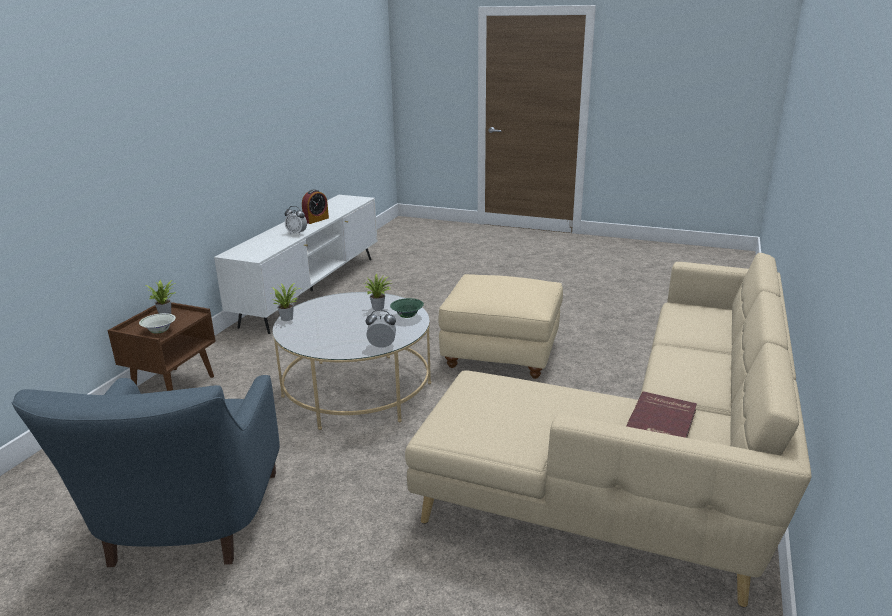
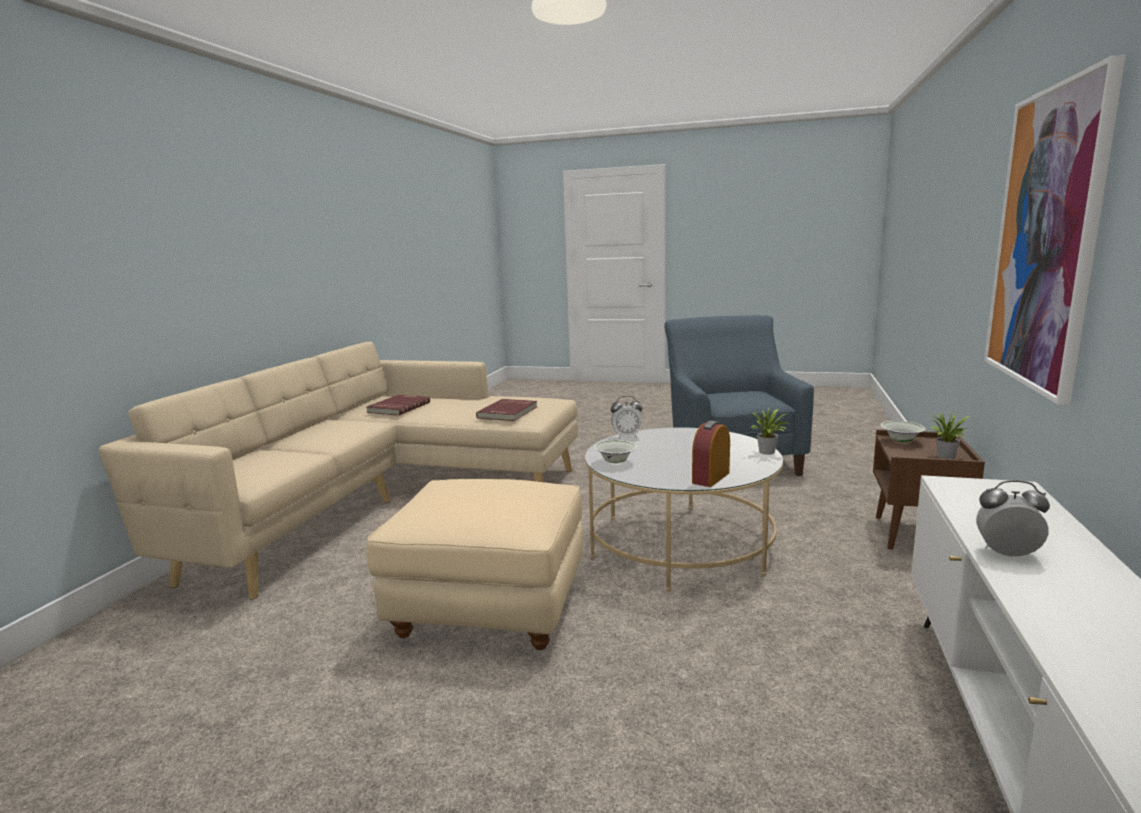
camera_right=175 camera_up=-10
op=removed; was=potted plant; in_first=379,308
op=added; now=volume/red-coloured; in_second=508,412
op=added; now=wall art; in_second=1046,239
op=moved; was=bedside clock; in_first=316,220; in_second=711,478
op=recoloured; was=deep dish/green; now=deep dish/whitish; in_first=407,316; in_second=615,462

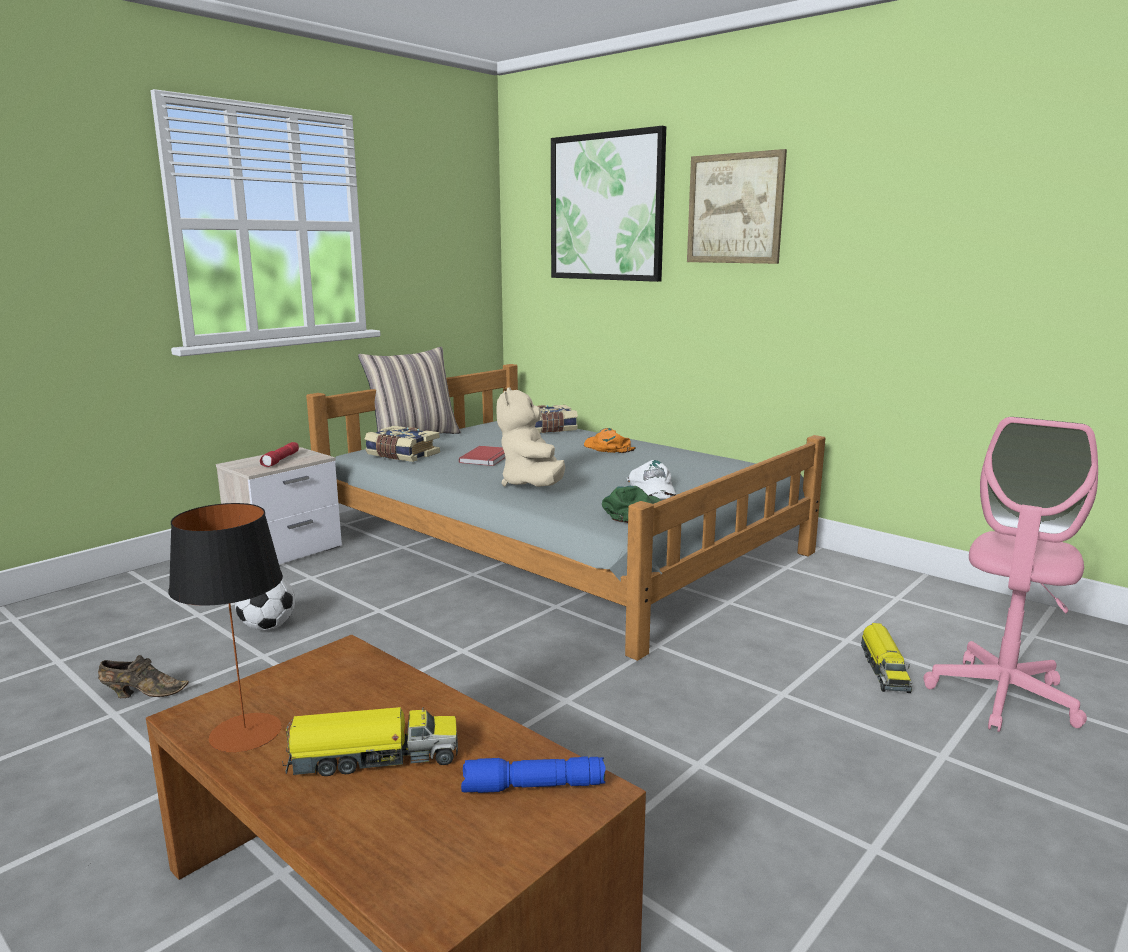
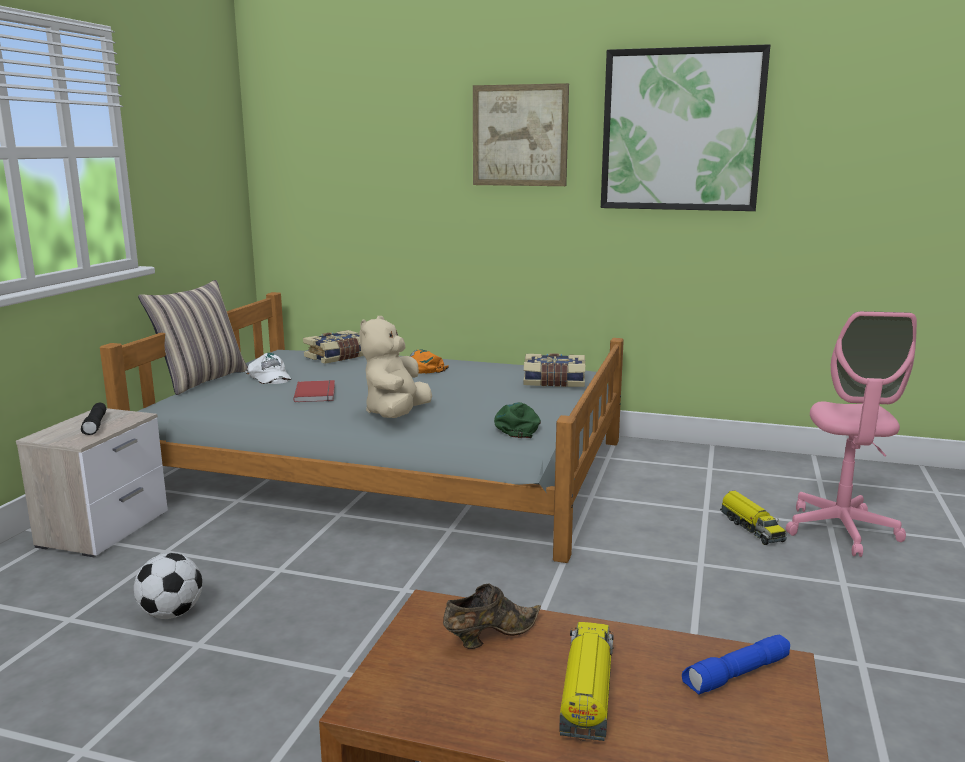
camera_right=-25 camera_up=0
op=removed; was=tabletop lamp; in_first=245,732
op=moved; was=item of footwear/brown; in_first=142,693; in_second=489,636
op=moved; was=volume; in_first=402,455; in_second=554,382
op=moved; was=wall art; in_first=606,207; in_second=681,130
op=moved; was=cap/whitish; in_first=651,488; in_second=269,377
op=recoloured; was=hand torch/red-coloured; now=hand torch/black-coloured; in_first=281,460; in_second=96,425
op=turned; was=toy truck; in_first=373,758; in_second=587,691; clockwise=-45
op=turned; was=plush toy/sand-coloured; in_first=532,485; in_second=396,414; clockwise=45

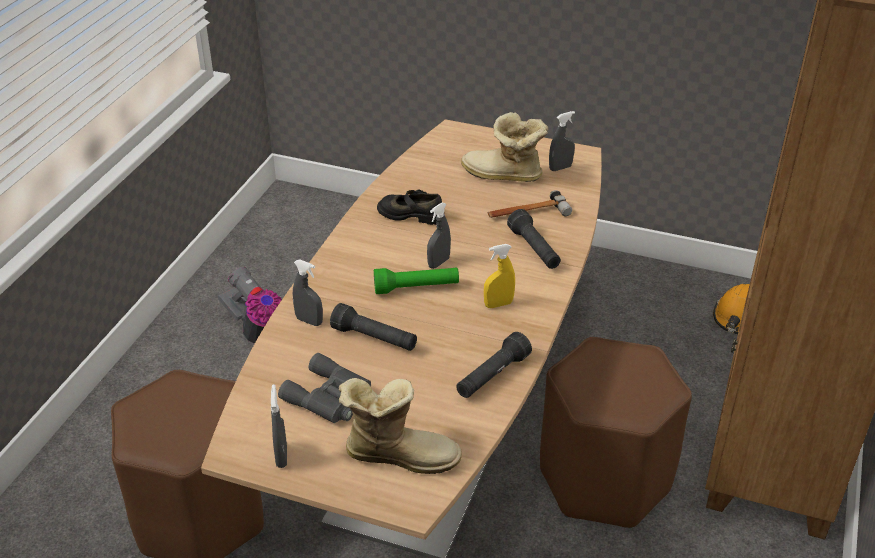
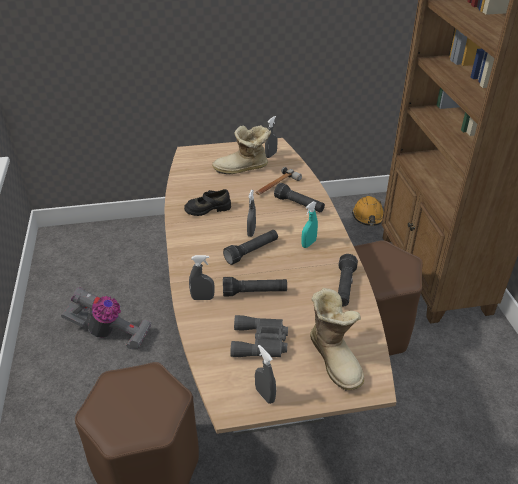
camera_right=-30 camera_up=0
op=recoloured; was=hand torch/green; now=hand torch/black-coloured; in_first=416,288; in_second=252,252
op=recoloured; was=sprayer/yellowish; now=sprayer/turquoise-coloured; in_first=498,304; in_second=308,244
op=turned; was=high-top boot; in_first=399,453; in_second=336,358; clockwise=90

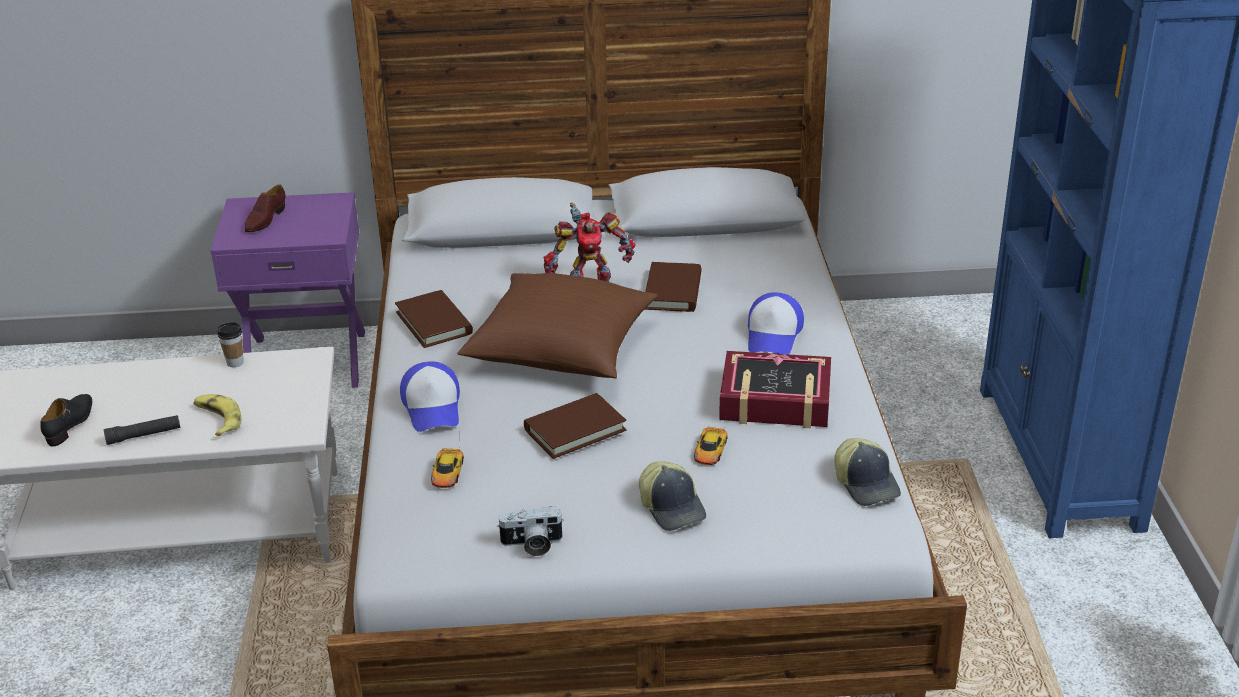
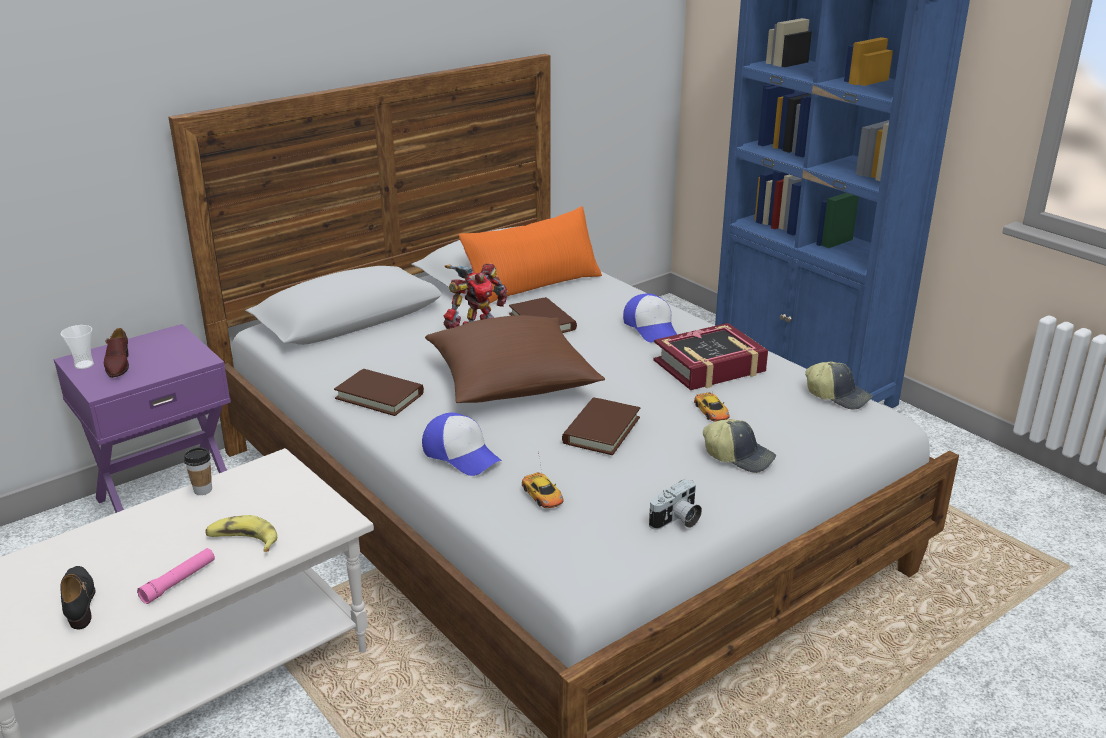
camera_right=-35 camera_up=-5
op=added; now=cup; in_second=84,365
op=added; now=pillow/orange; in_second=533,286
op=recoloured; was=hand torch/black-coloured; now=hand torch/pink; in_first=144,435; in_second=179,581

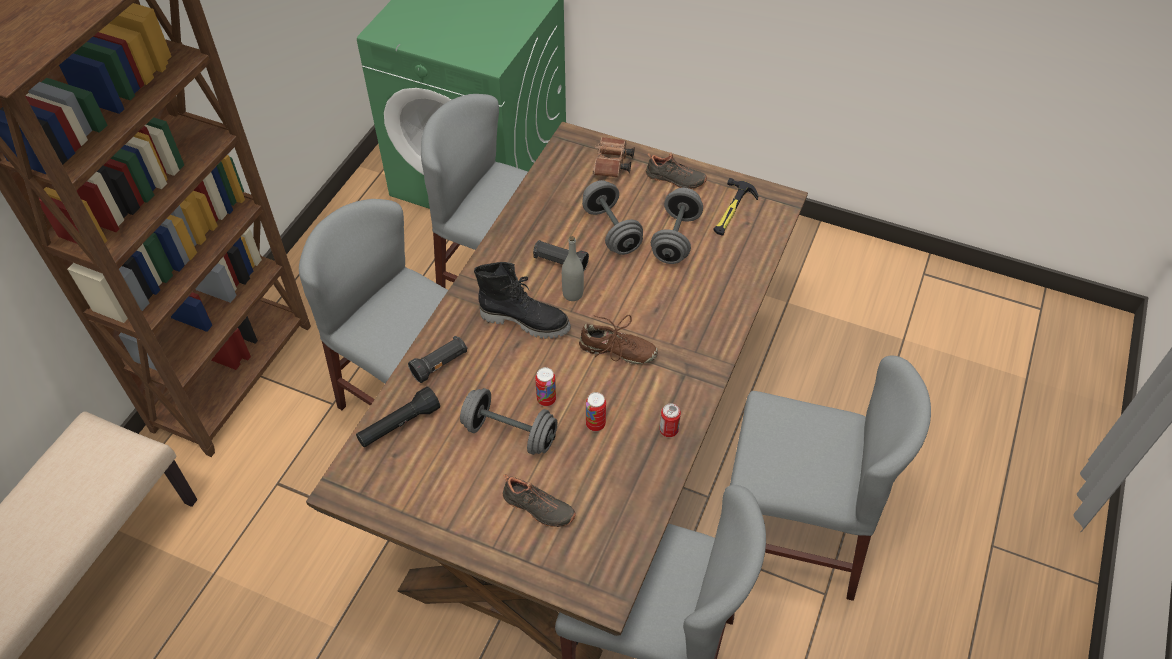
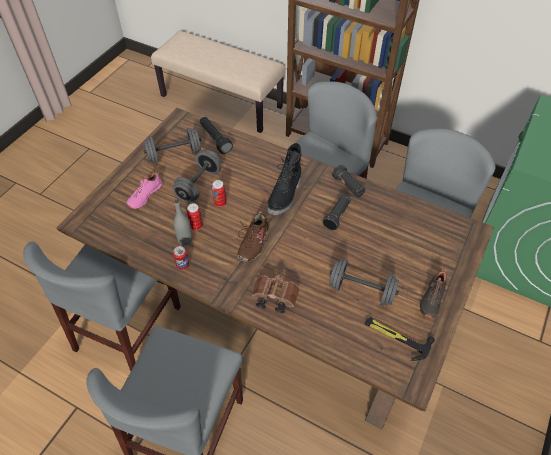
camera_right=95 camera_up=0
op=moved; was=hand torch/black-coloured; in_first=440,365; in_second=348,187
op=moved; was=drink bottle/grey; in_first=573,294; in_second=185,240
op=moved; was=dumbbell/grey; in_first=611,230; in_second=174,155
op=moved; was=binoculars/brown; in_first=612,166; in_second=273,297
op=recoloured; was=item of footwear/black-coloured; now=item of footwear/pink; in_first=538,508; in_second=144,195

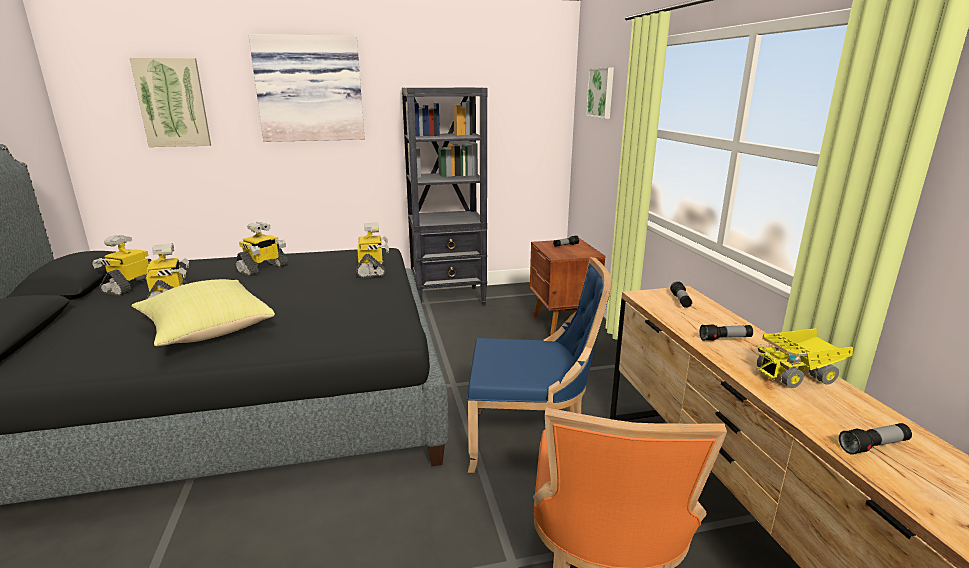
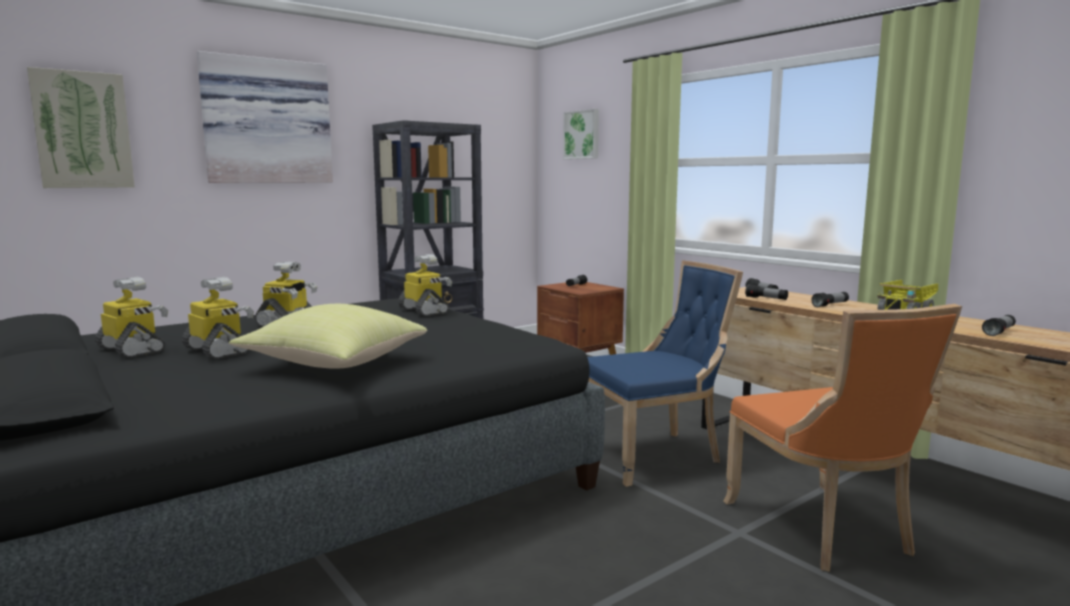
camera_right=-25 camera_up=-10
op=added; now=hand torch; in_second=766,299
op=turned; was=toy robot; in_first=132,286; in_second=132,350; clockwise=135

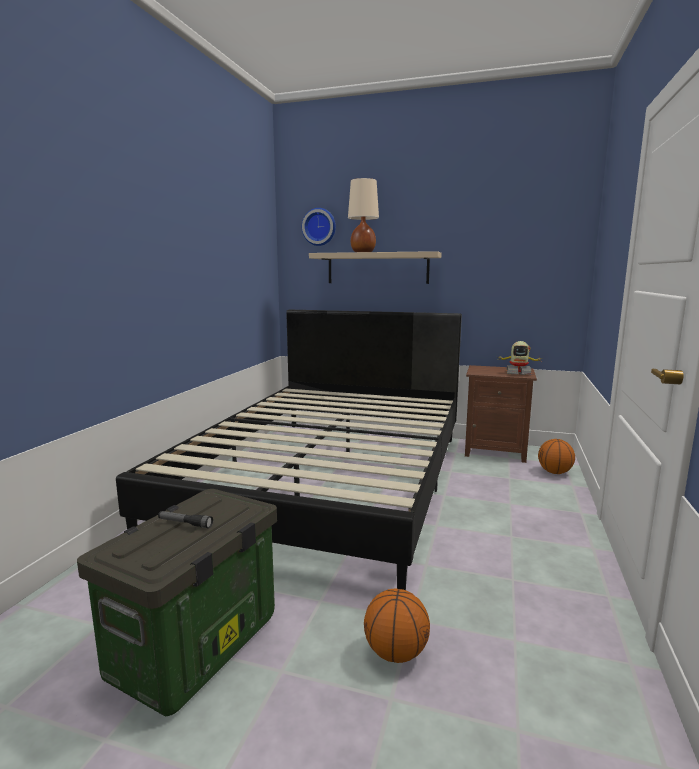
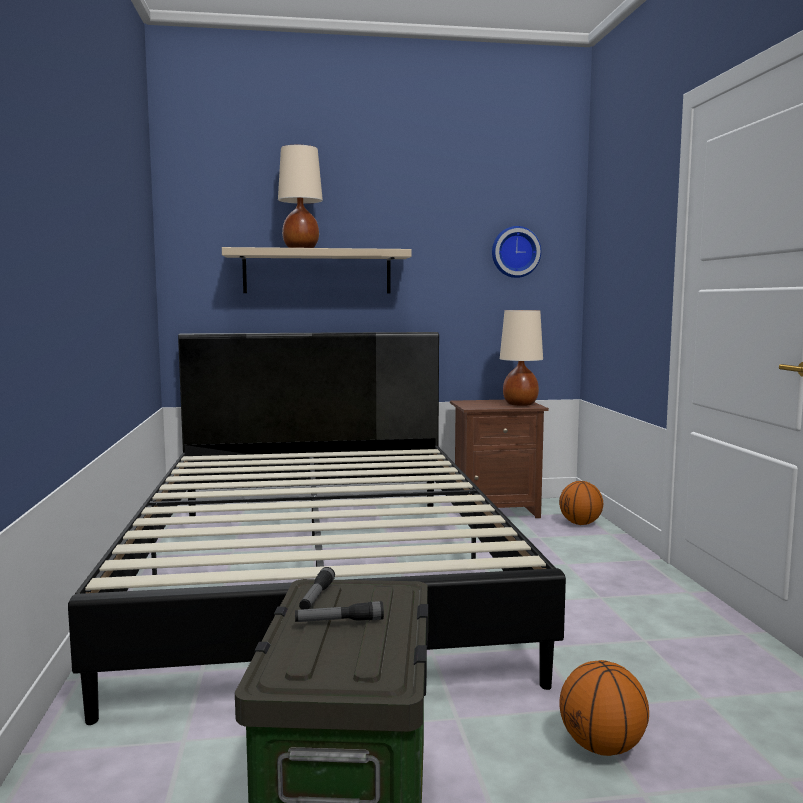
camera_right=-25 camera_up=-5
op=added; now=hand torch; in_second=316,597
op=moved; was=hanging clock; in_first=319,227; in_second=515,252
op=replaced; was=toy robot; now=tabletop lamp/sand-coloured; in_first=518,373; in_second=520,404

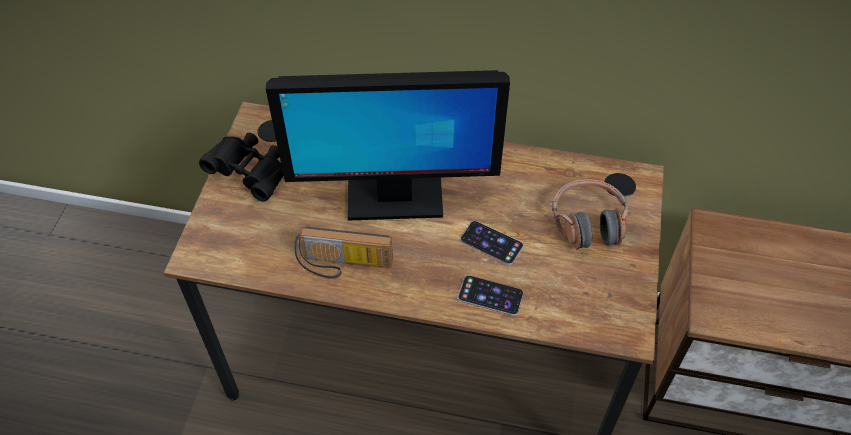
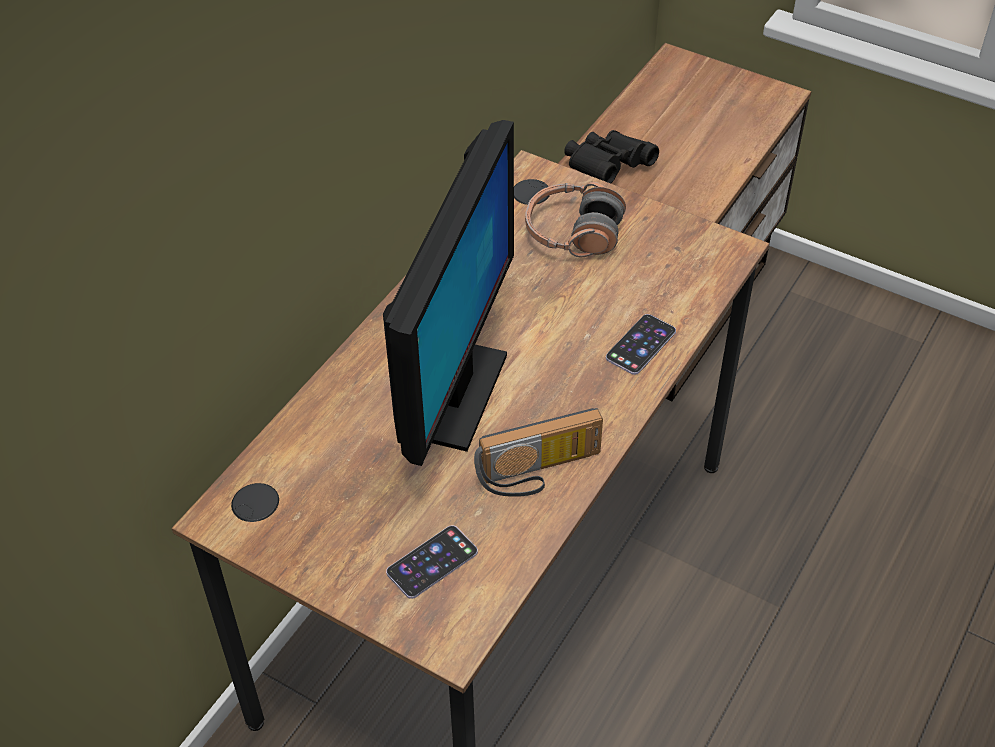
camera_right=-70 camera_up=-5
op=moved; was=binoculars/black-coloured; in_first=251,174; in_second=606,169
op=moved; was=phone; in_first=491,243; in_second=432,562
op=turned; was=radio; in_first=343,266; in_second=540,473; clockwise=45

